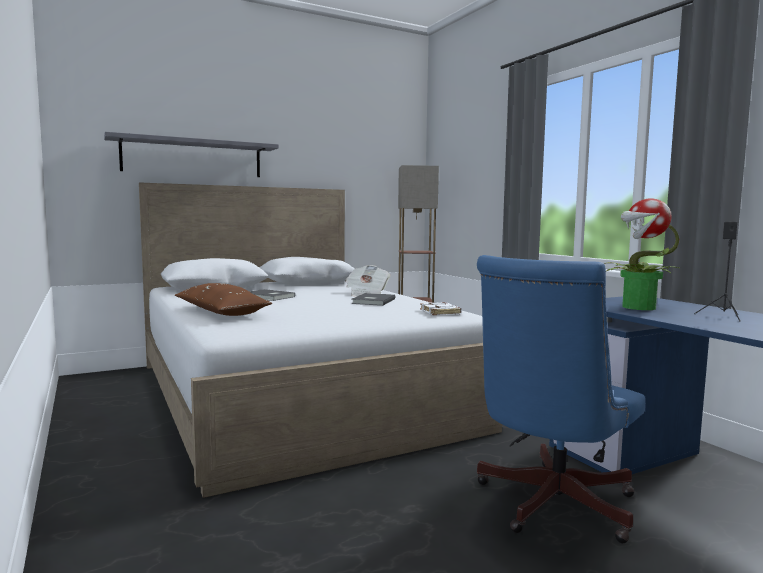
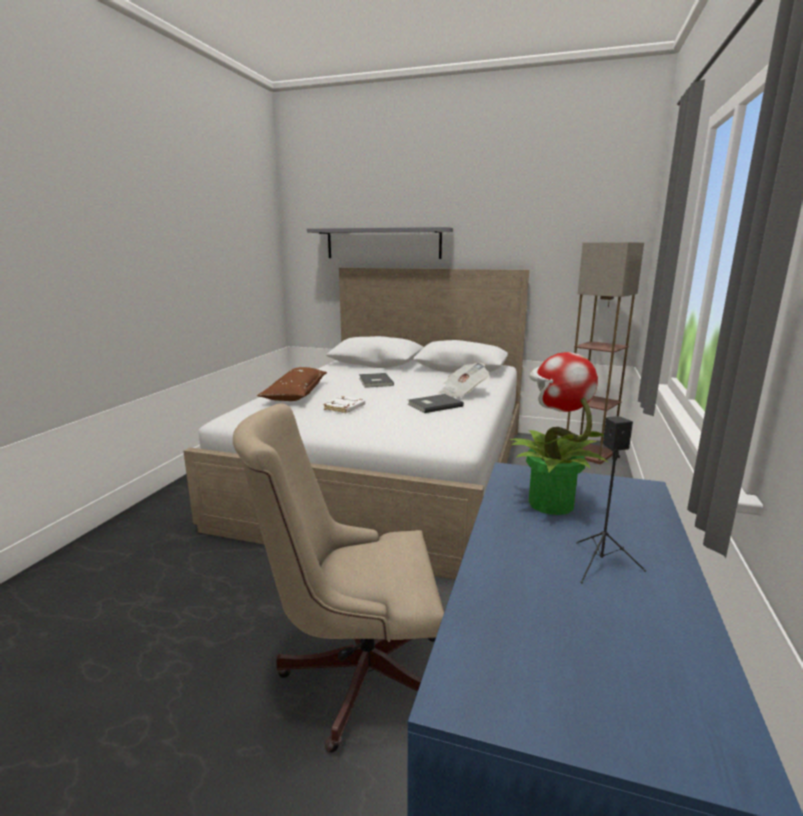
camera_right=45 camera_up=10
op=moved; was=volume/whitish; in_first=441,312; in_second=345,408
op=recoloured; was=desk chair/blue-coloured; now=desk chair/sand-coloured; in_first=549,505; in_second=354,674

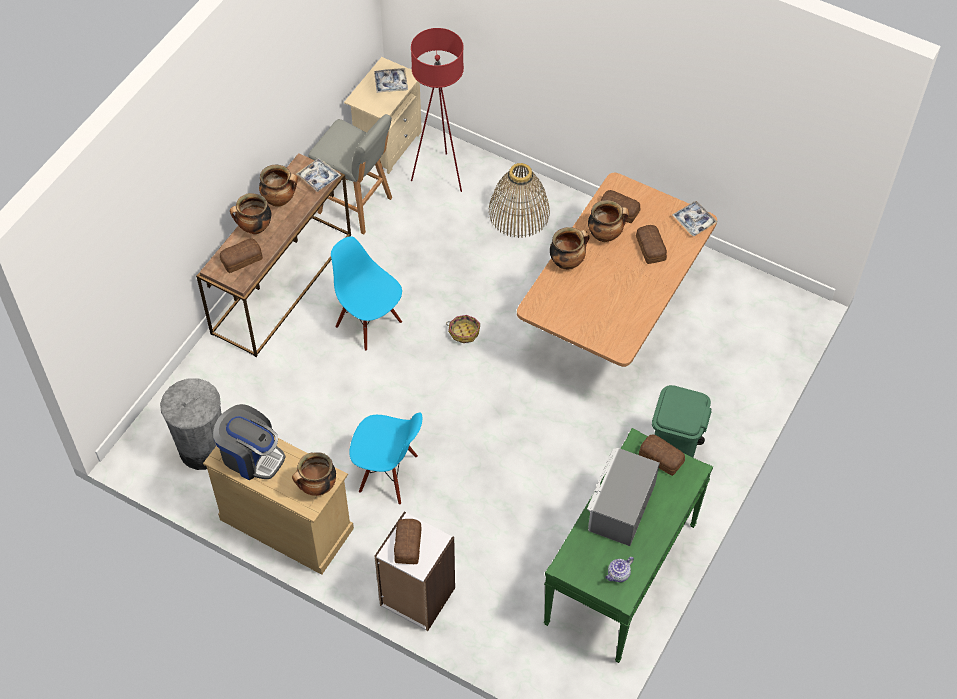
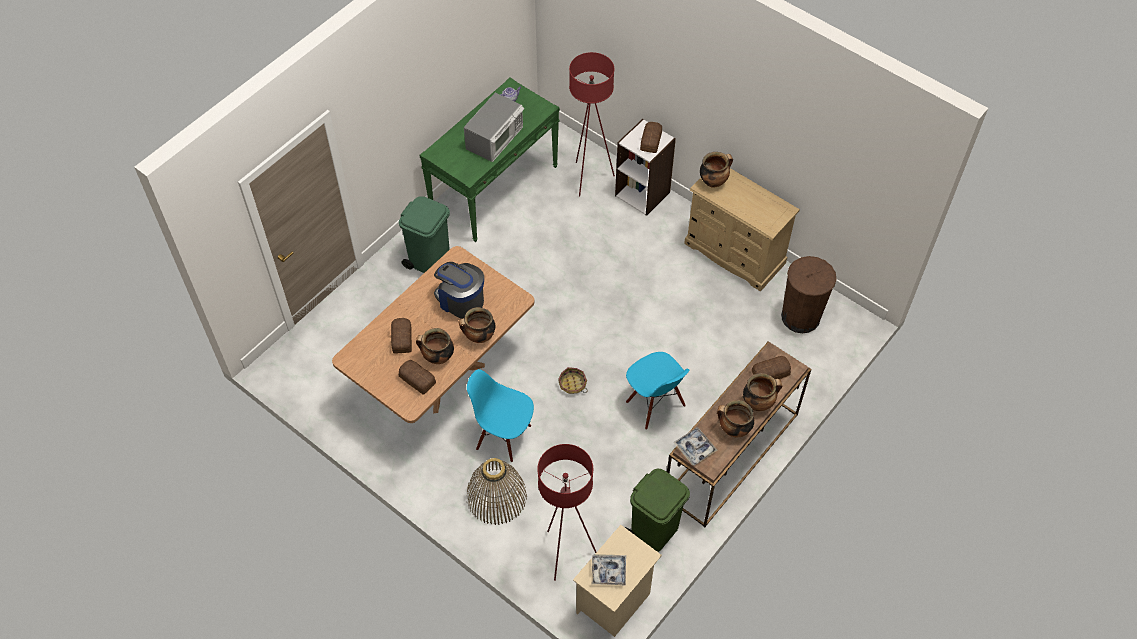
camera_right=-170 camera_up=0
op=removed; was=baked bread; in_first=661,459
op=removed; was=carrying tray; in_first=694,221
op=added; now=floor lamp/red-coloured; in_second=589,178
op=moved; was=coffee machine; in_first=251,456; in_second=460,300
op=moved; was=chair/blue-coloured; in_first=388,475; in_second=503,436
op=replaced; was=stool/grey; now=waste bin/green; in_first=356,206; in_second=654,529
op=recoloured; was=waste bin/grey; now=waste bin/brown; in_first=203,449; in_second=800,317

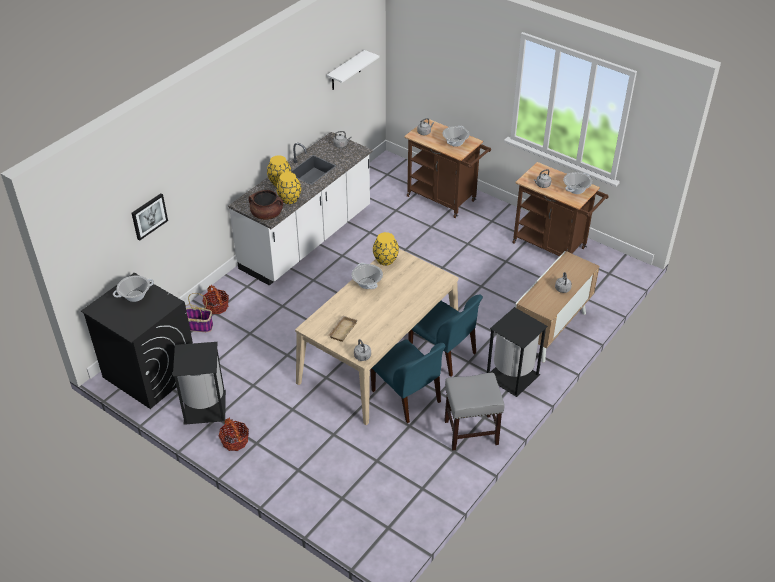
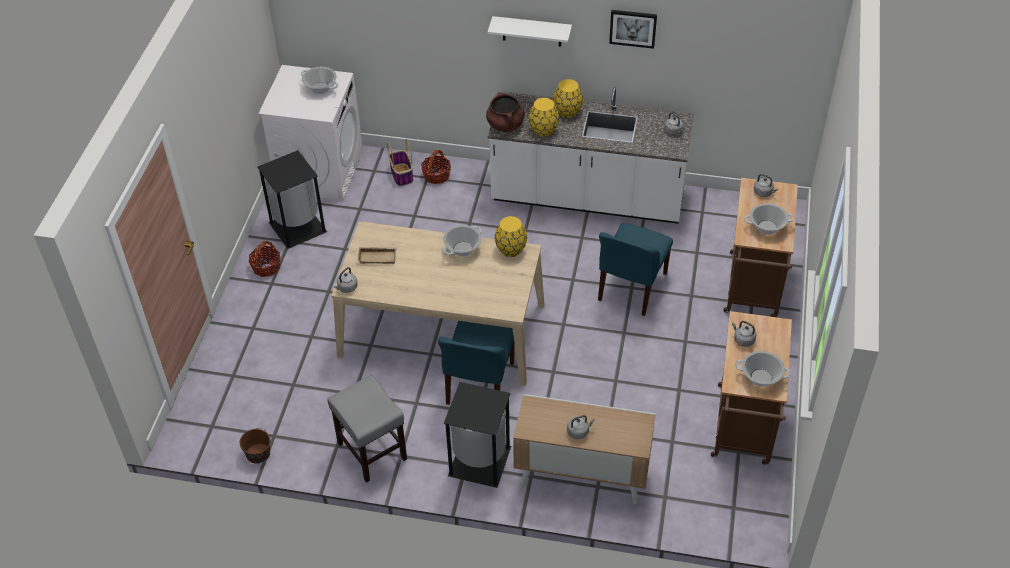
camera_right=65 camera_up=5
op=added; now=pail/brown; in_second=258,454
op=moved; was=wall art; in_first=149,216; in_second=633,28
op=moved; was=shelf/whitish; in_first=346,71; in_second=532,31
op=moved; was=chair/blue-coloured; in_first=407,397; in_second=631,288
op=recoloured; was=laundry machine/black-coloured; now=laundry machine/whitish; in_first=149,373; in_second=320,170

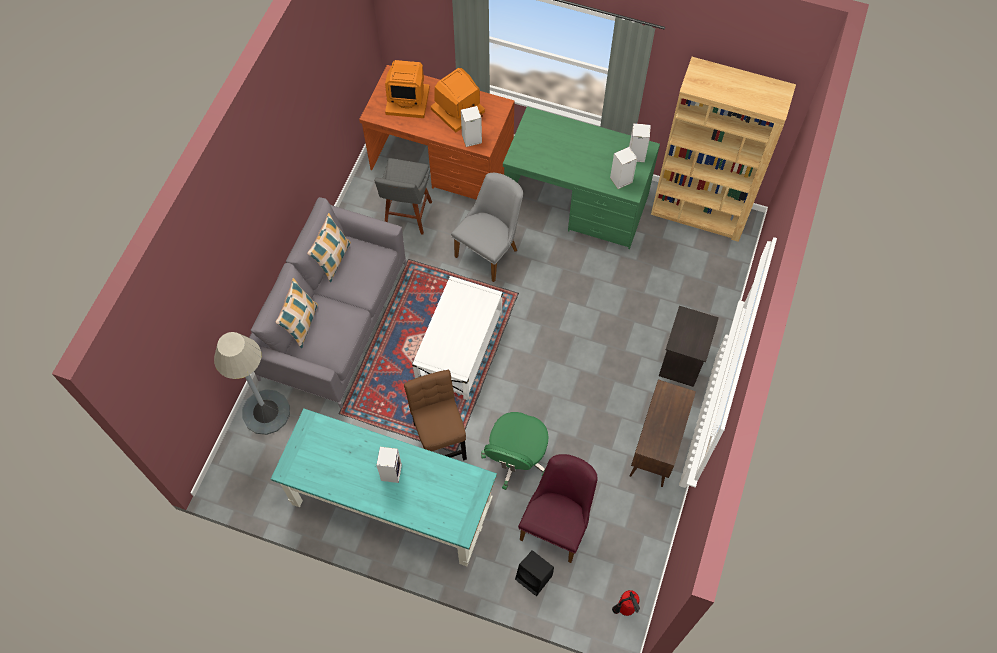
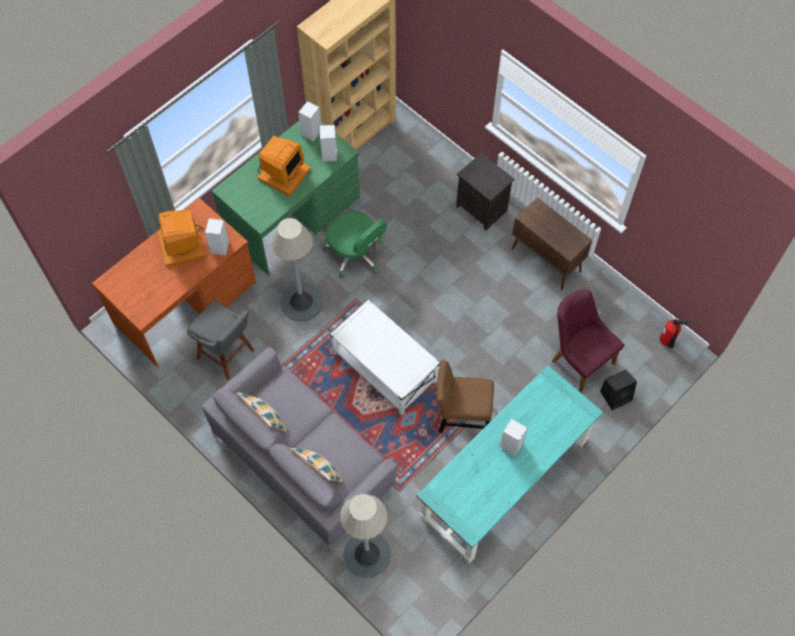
camera_right=-65 camera_up=0
op=moved; was=computer display; in_first=408,100; in_second=283,173
op=moved; was=desk chair/green; in_first=516,458; in_second=355,254
op=replaced; was=chair/grey; now=floor lamp/grey; in_first=491,250; in_second=301,302

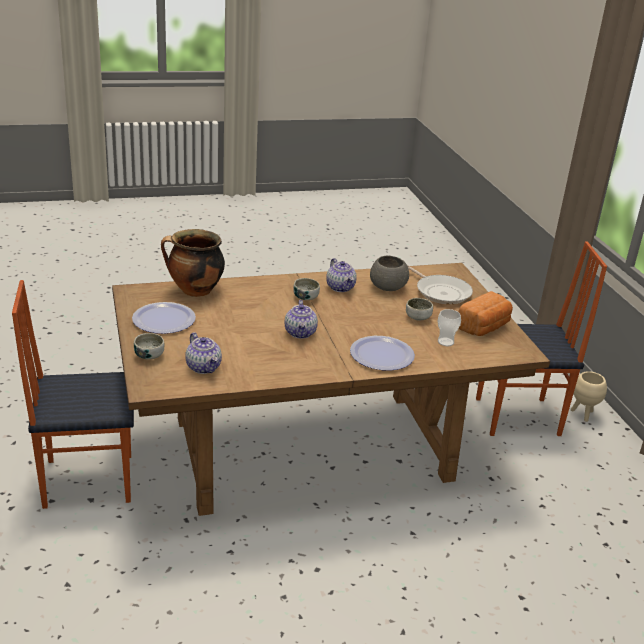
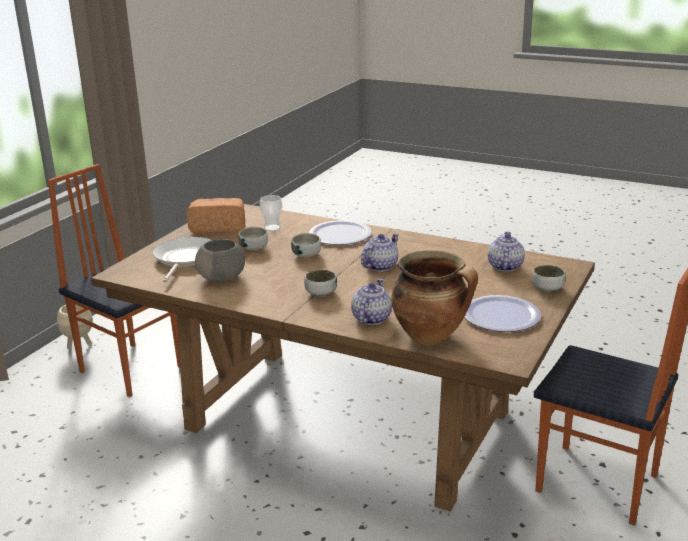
camera_right=-135 camera_up=-5
op=added; now=deep dish; in_second=306,254
op=moved; was=teapot; in_first=341,287; in_second=371,318

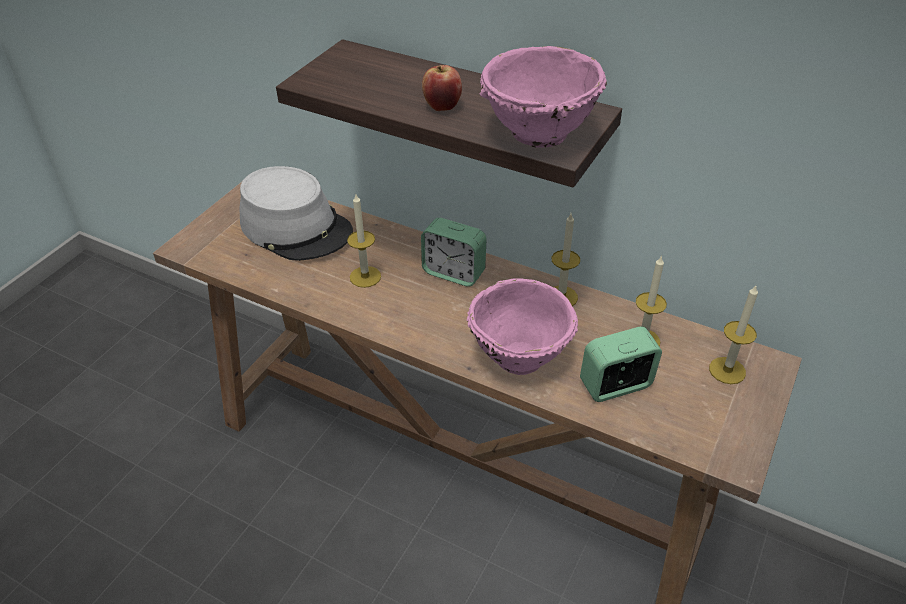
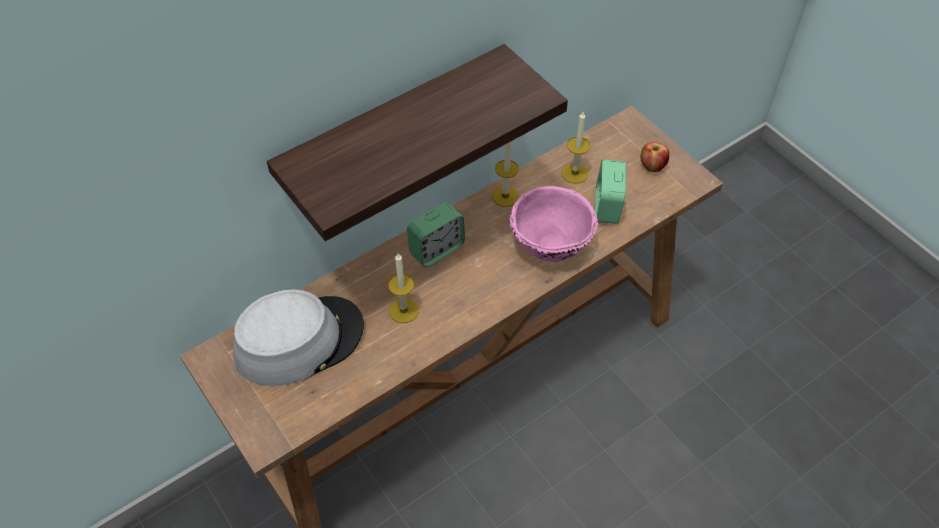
camera_right=-65 camera_up=10
op=removed; was=deep dish/pink; in_first=538,134
op=removed; was=wax light; in_first=727,370
op=moved; was=whole apple; in_first=443,106; in_second=652,166

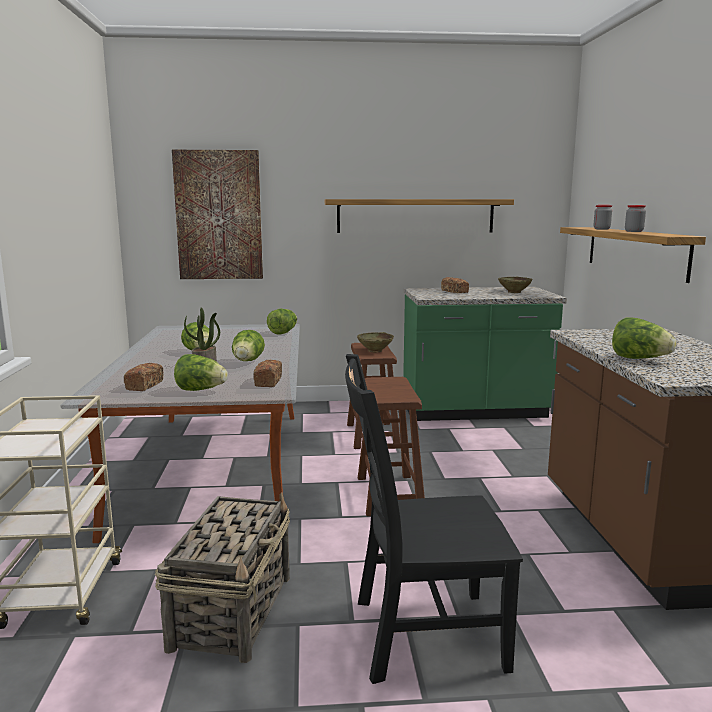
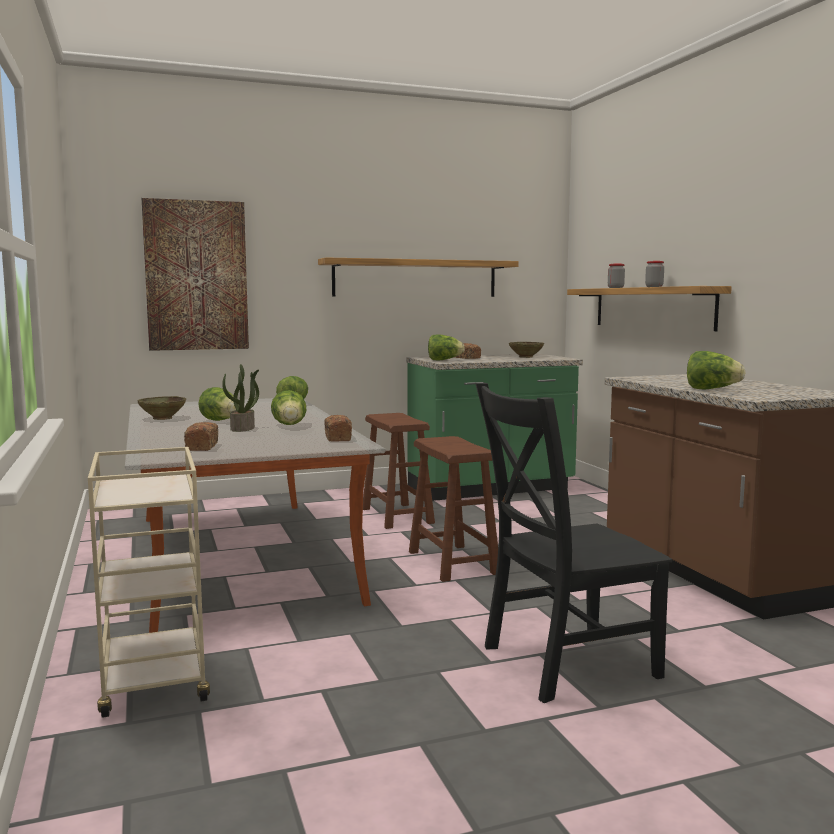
camera_right=-15 camera_up=-5
op=removed; was=storage basket; in_first=233,610
op=moved; was=head of lettuce; in_first=201,390; in_second=444,360
op=moved; was=deep dish/sand-coloured; in_first=375,350; in_second=162,418

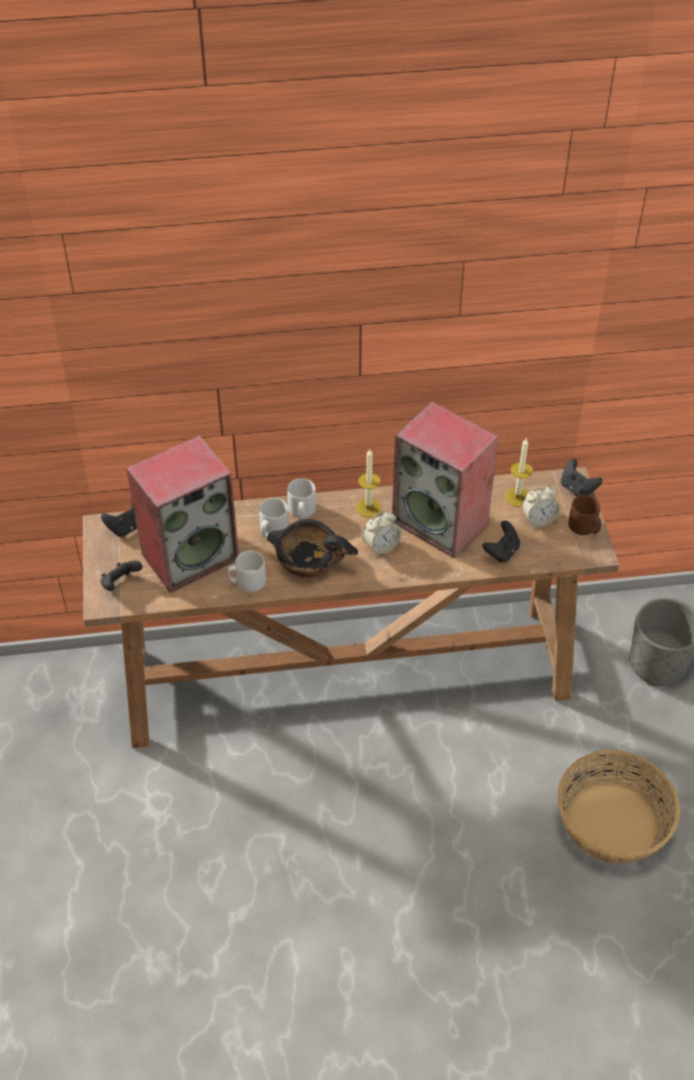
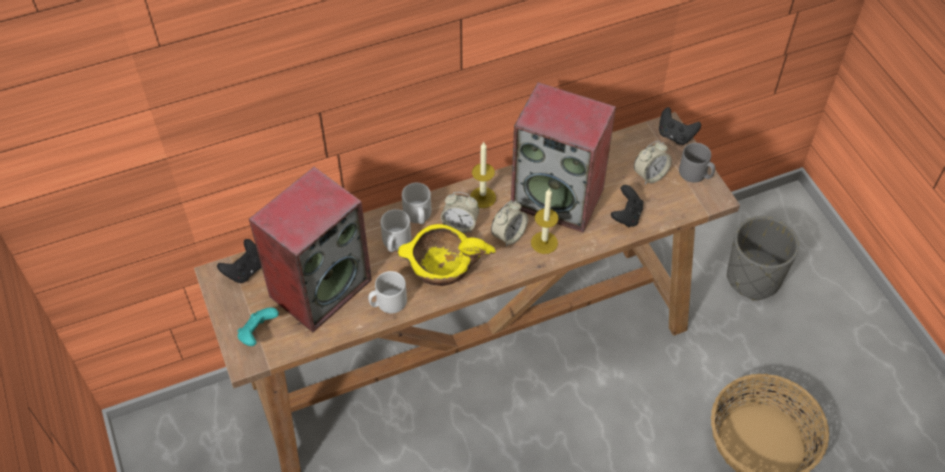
camera_right=-15 camera_up=5
op=added; now=bedside clock; in_second=460,225
op=moved; was=wax light; in_first=517,497; in_second=544,242
op=recoloured; was=game controller/black-coloured; now=game controller/turquoise-coloured; in_first=120,583; in_second=258,334
op=recoloured; was=deep dish/black-coloured; now=deep dish/yellowish; in_first=308,561; in_second=442,267
op=recoloured; was=tea mug/brown; now=tea mug/grey; in_first=584,527; in_second=695,174

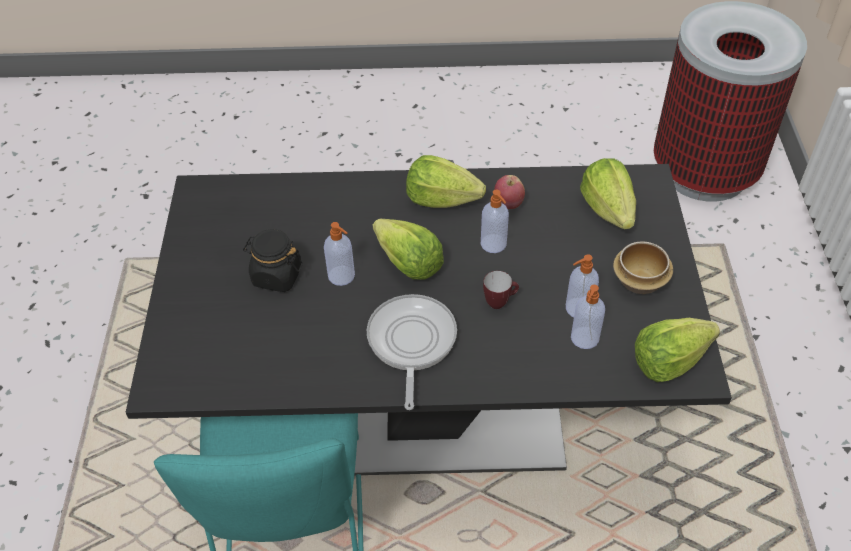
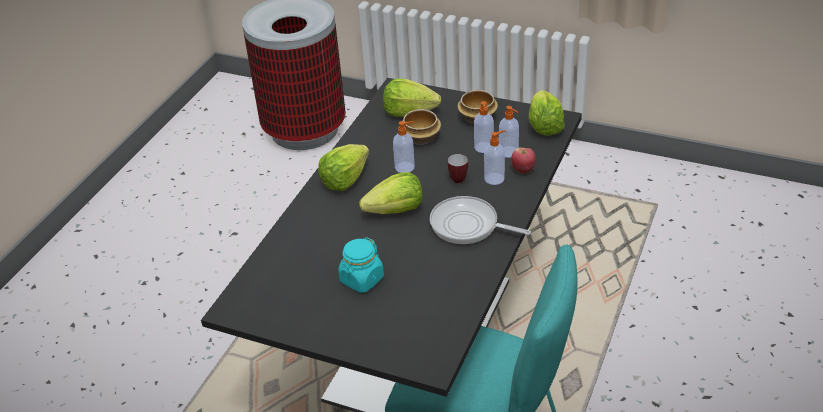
camera_right=-65 camera_up=-10
op=added; now=deep dish; in_second=421,137
op=moved; was=liquid soap bottle; in_first=342,276; in_second=495,178
op=moved; was=whole apple; in_first=508,203; in_second=523,170
op=recoloured; was=storage jar/black-coloured; now=storage jar/turquoise-coloured; in_first=276,276; in_second=361,280

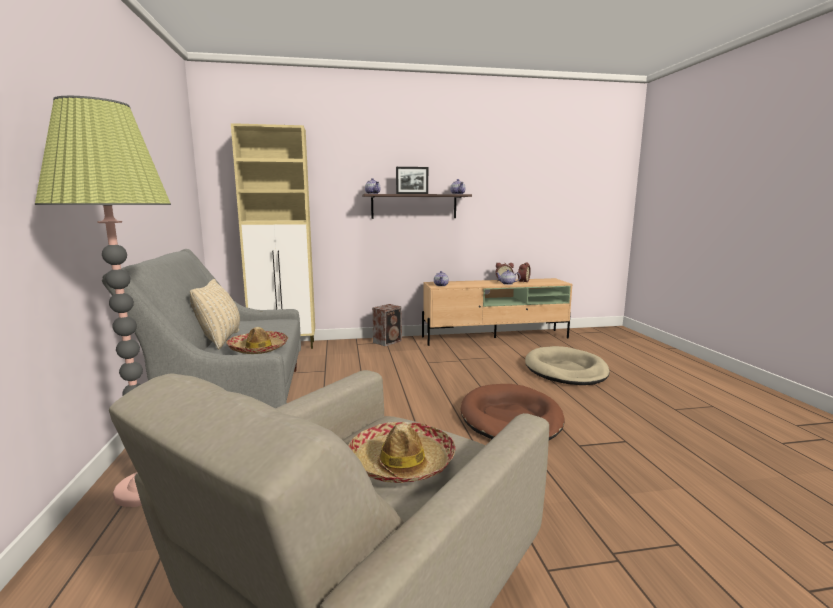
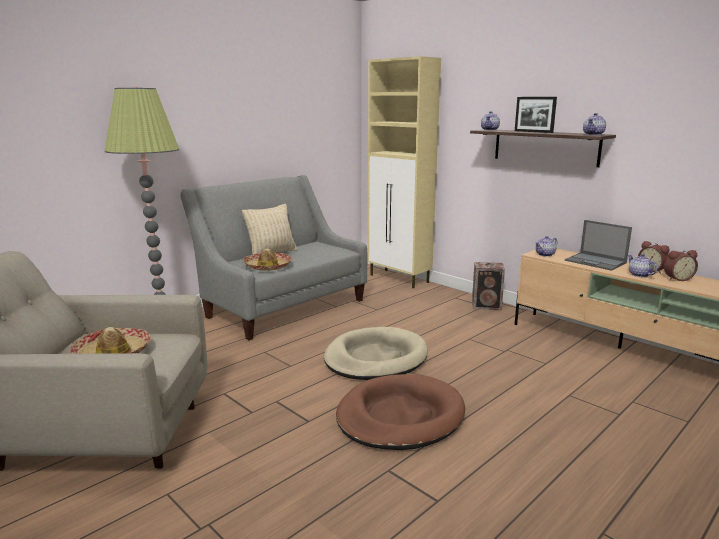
camera_right=55 camera_up=5
op=added; now=notebook computer; in_second=596,262
op=moved; was=dog cushion/sand-coloured; in_first=565,370; in_second=375,358

